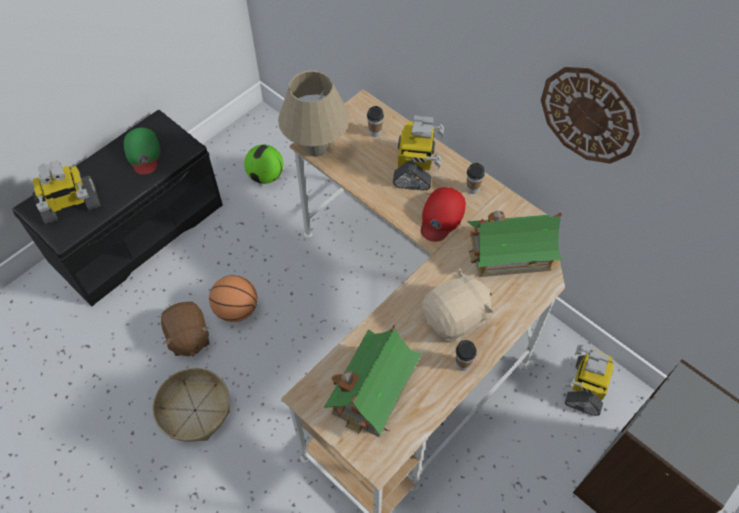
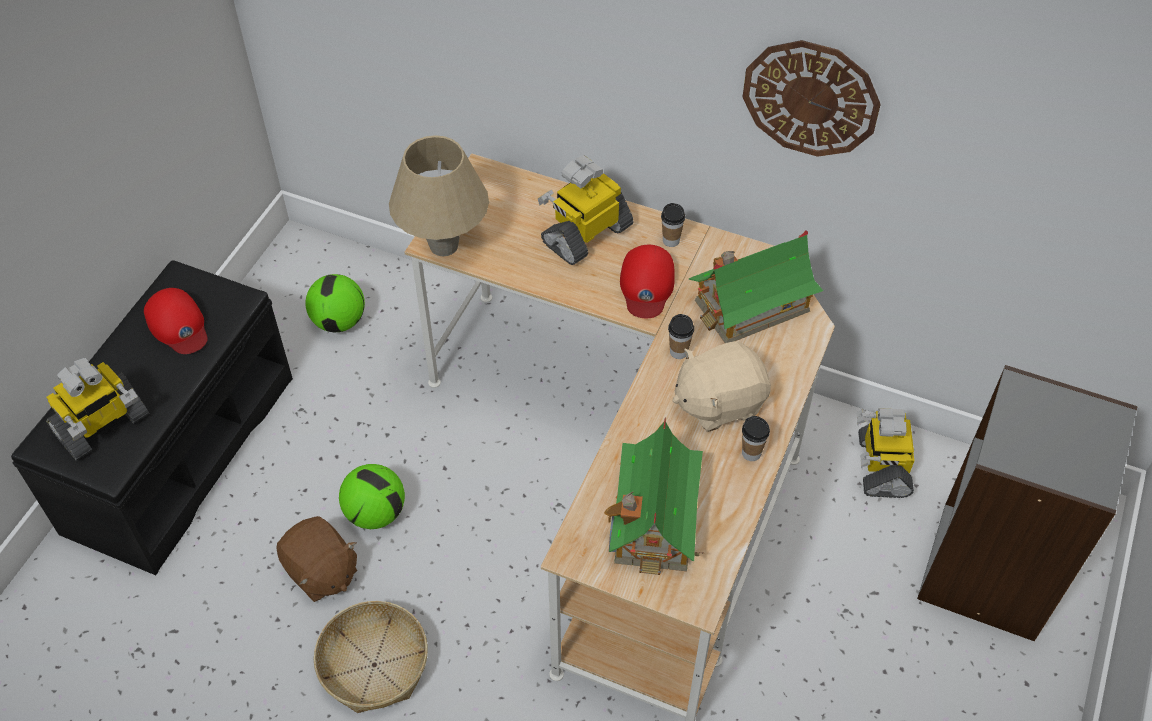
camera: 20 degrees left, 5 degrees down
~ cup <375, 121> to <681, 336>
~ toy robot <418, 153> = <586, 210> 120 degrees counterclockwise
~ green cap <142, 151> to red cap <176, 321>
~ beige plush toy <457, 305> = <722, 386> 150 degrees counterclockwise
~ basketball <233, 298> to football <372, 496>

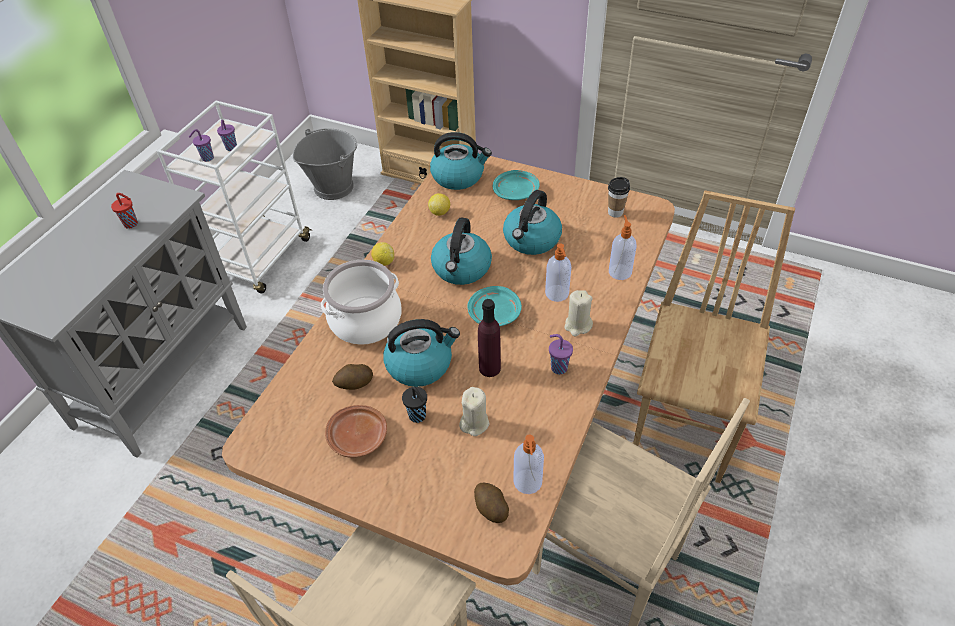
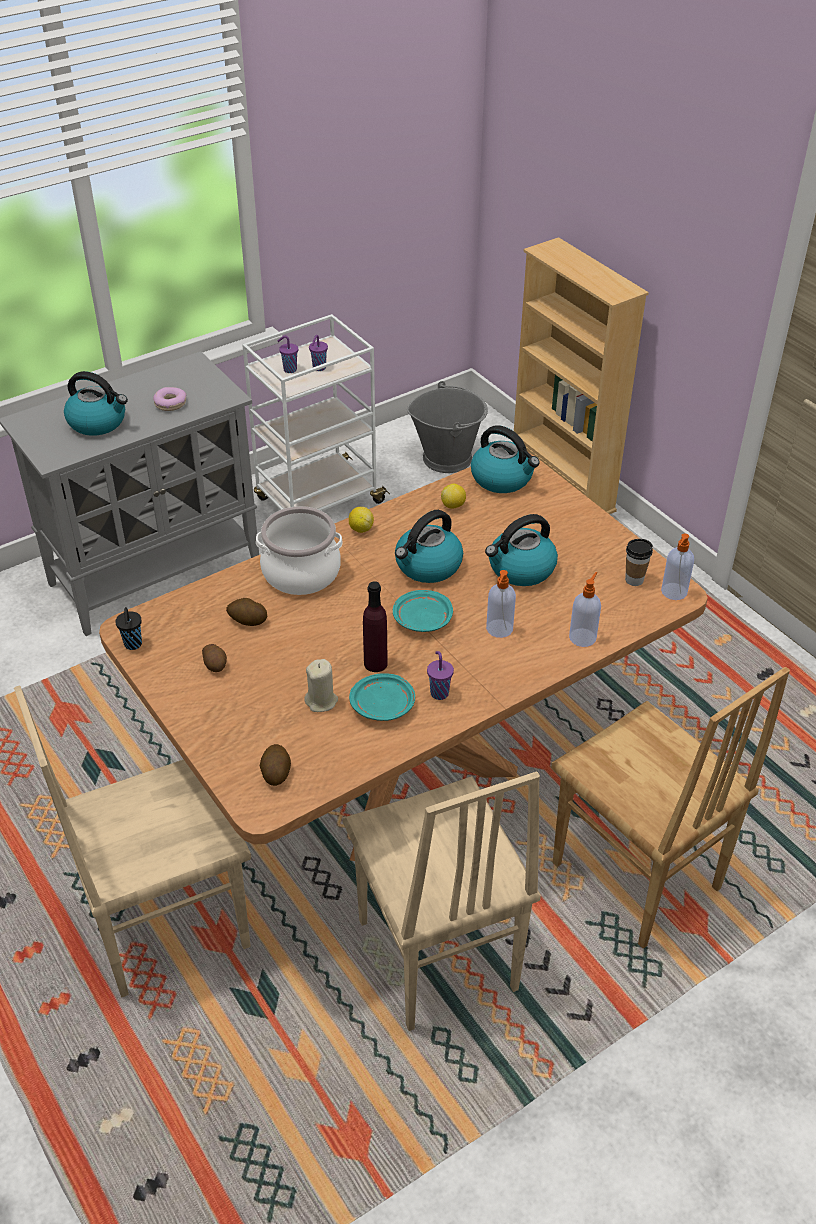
camera: 30 degrees right, 5 degrees down
~ turquoise plate <516, 185> to <382, 697>
~ brown chair <714, 336> = <670, 808> 90 degrees clockwise
~ red cup <124, 211> to donut <169, 399>
- beige candle <578, 313>
~ kettle <421, 353> to <96, 403>
~ black cup <414, 404> to <128, 628>
~ brown plate <356, 431> to potato <214, 658>
~ soap dispenser <528, 464> to <677, 566>

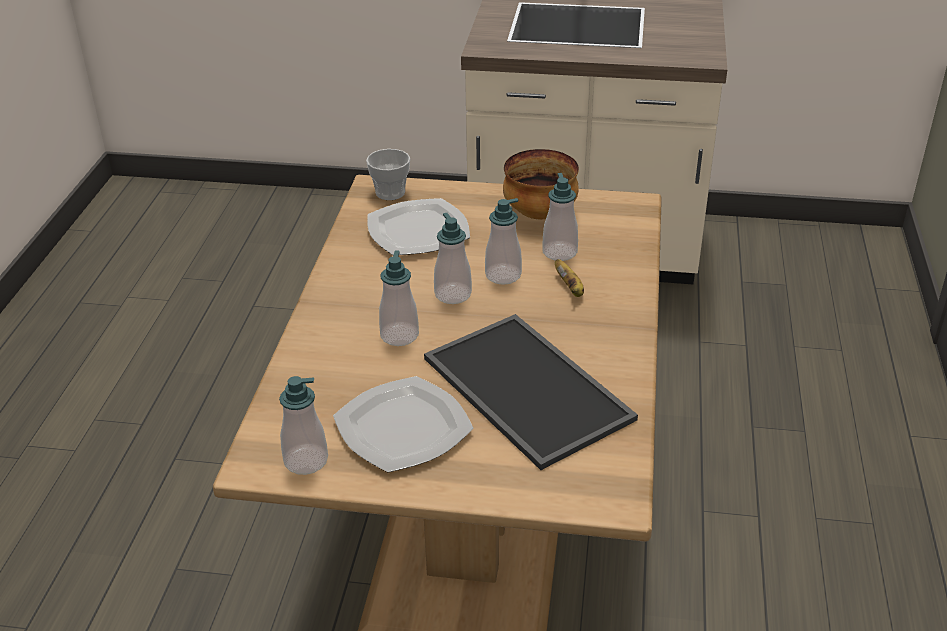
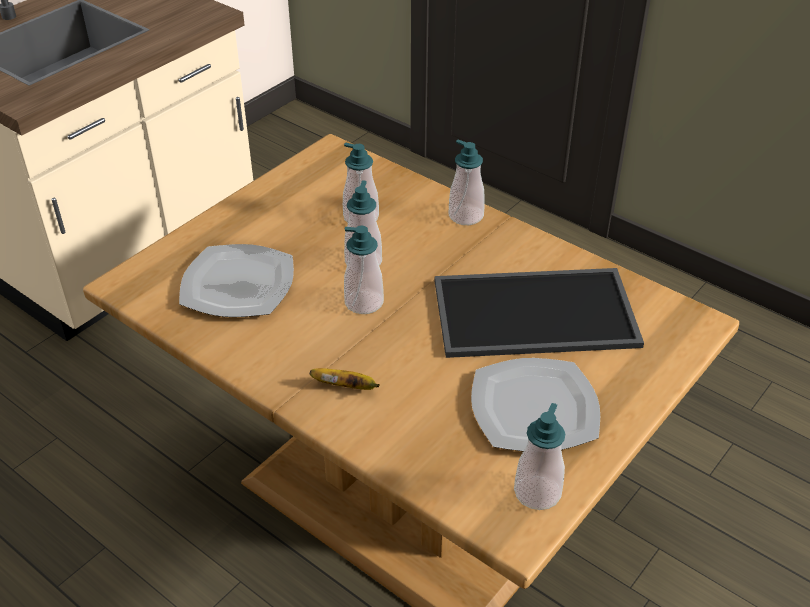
camera: 60 degrees left, 5 degrees up
- cup <388, 174>
- bowl <541, 184>
~ soap dispenser <399, 298> to <467, 182>
~ banana <569, 278> to <345, 379>

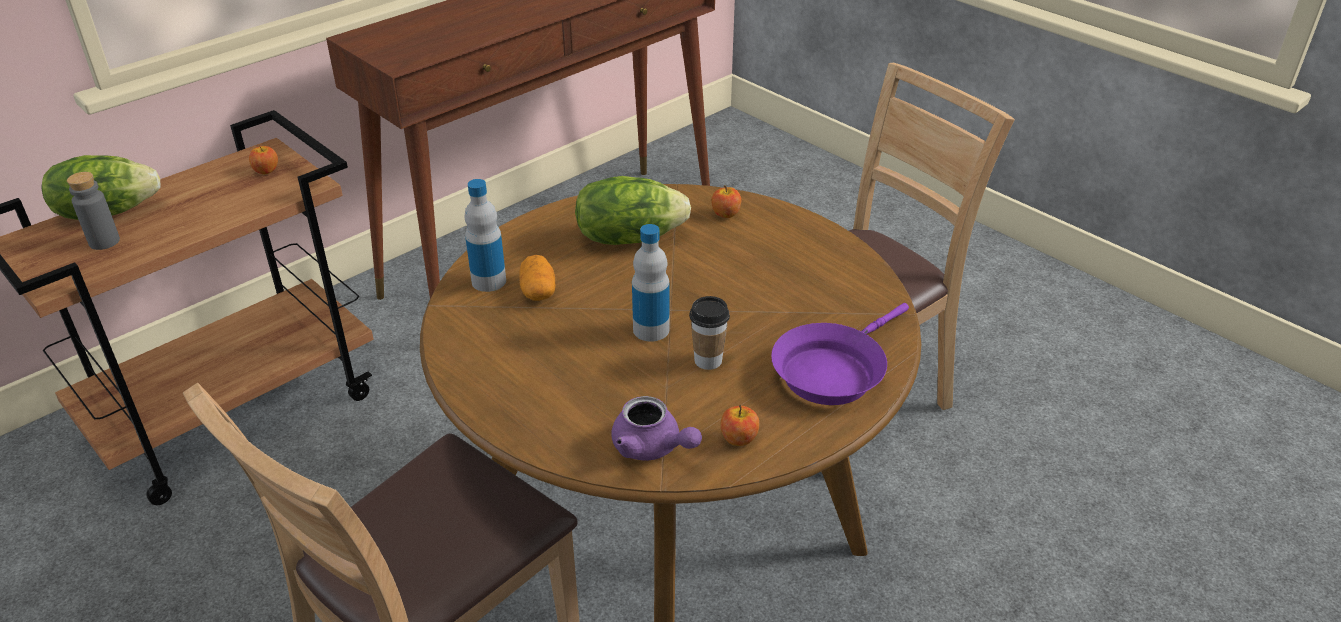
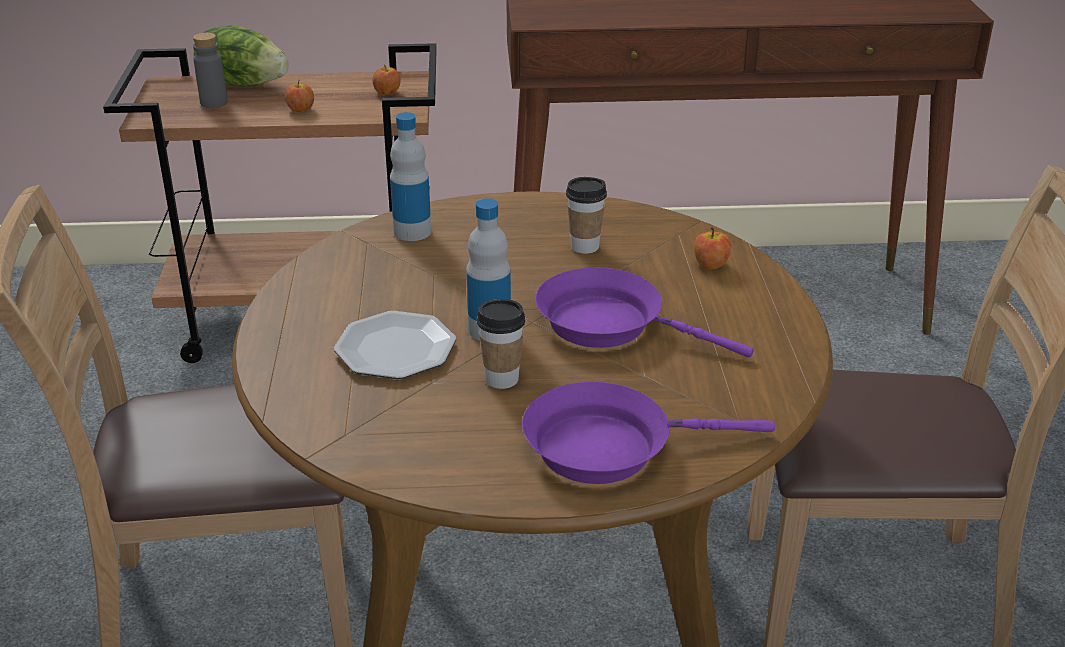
camera: 40 degrees right, 5 degrees down
~ lettuce <633, 210> to cup <586, 215>
- potato <537, 278>
- purple teapot <656, 428>
~ apple <740, 425> to <299, 96>
+ purple frying pan <644, 312>
+ plate <395, 345>

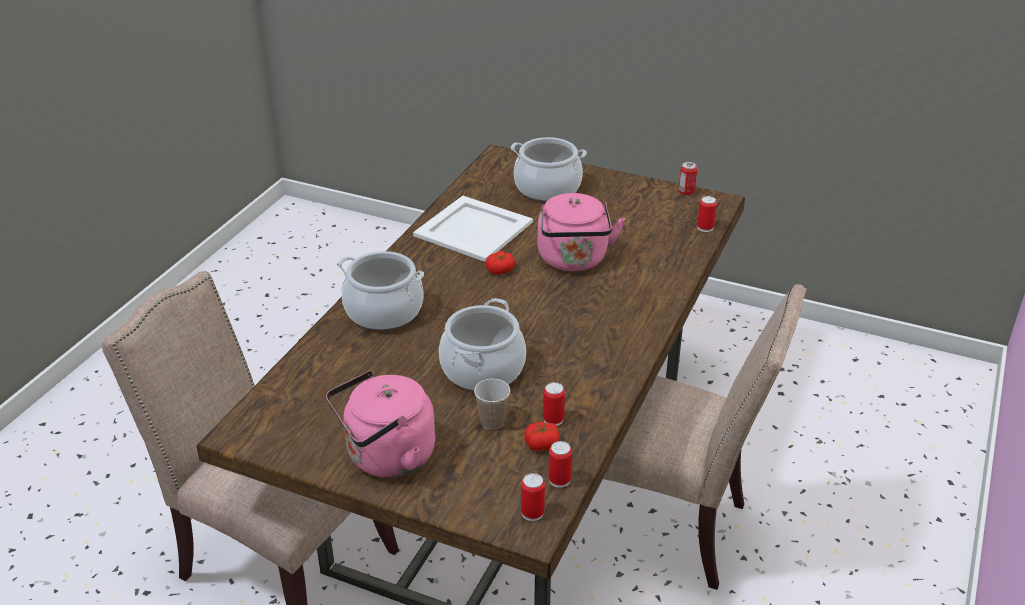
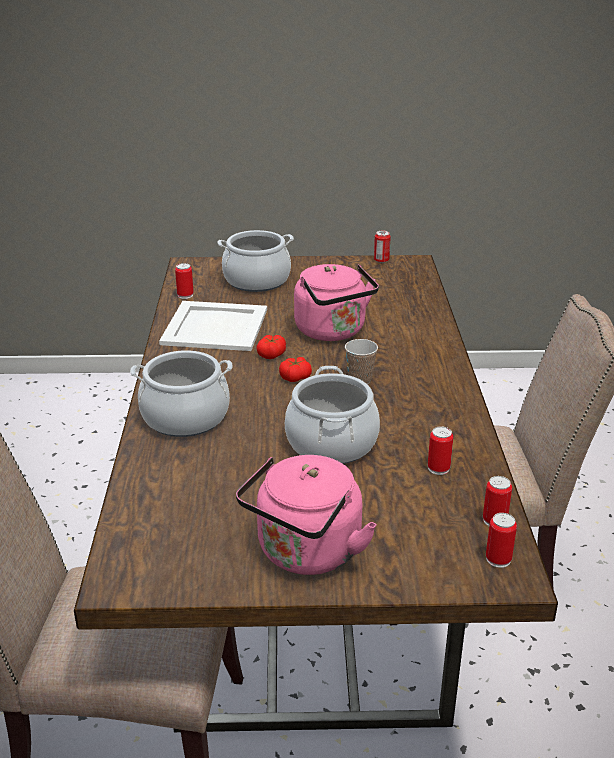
camera: 25 degrees left, 5 degrees down
~ can <707, 214> to <184, 281>
~ cup <492, 404> to <361, 361>
~ tomato <542, 436> to <295, 369>

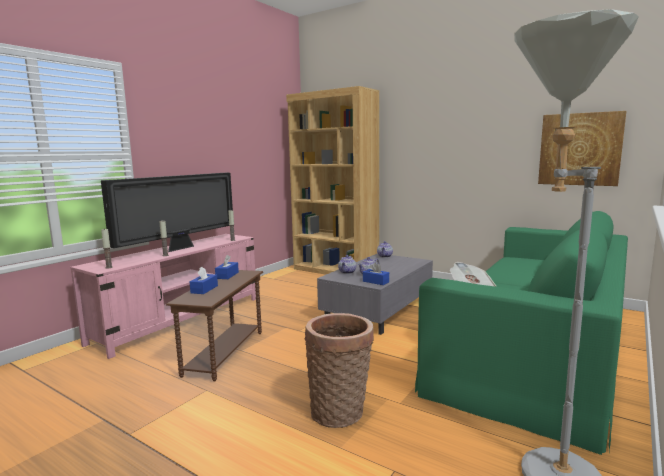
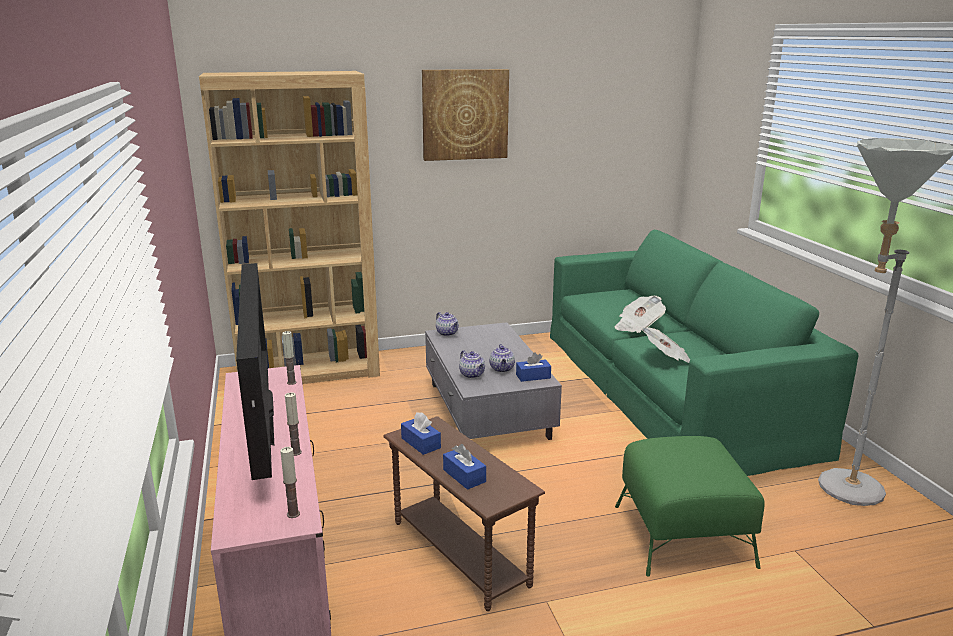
camera: 50 degrees left, 10 degrees up
~ picture <582, 148> to <465, 115>
~ basket <339, 370> to green ottoman <690, 506>
+ newspaper <640, 314>

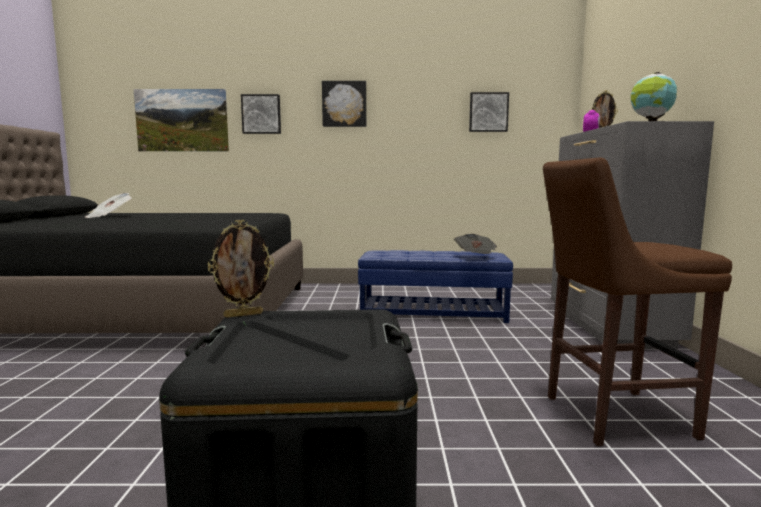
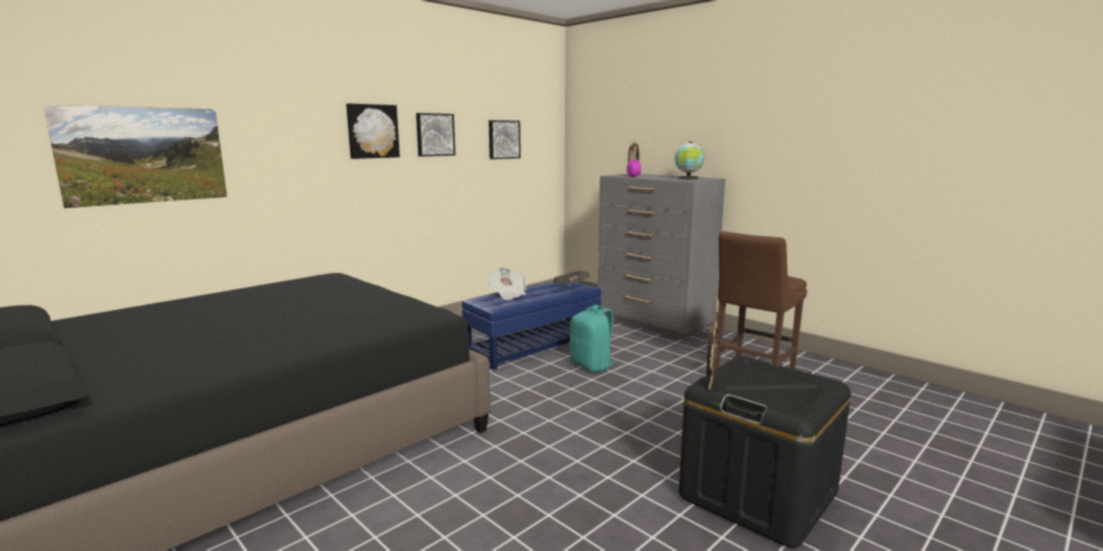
camera: 45 degrees left, 5 degrees up
~ picture <261, 114> to <435, 134>
~ newspaper <108, 205> to <507, 284>
+ turquoise backpack <593, 338>

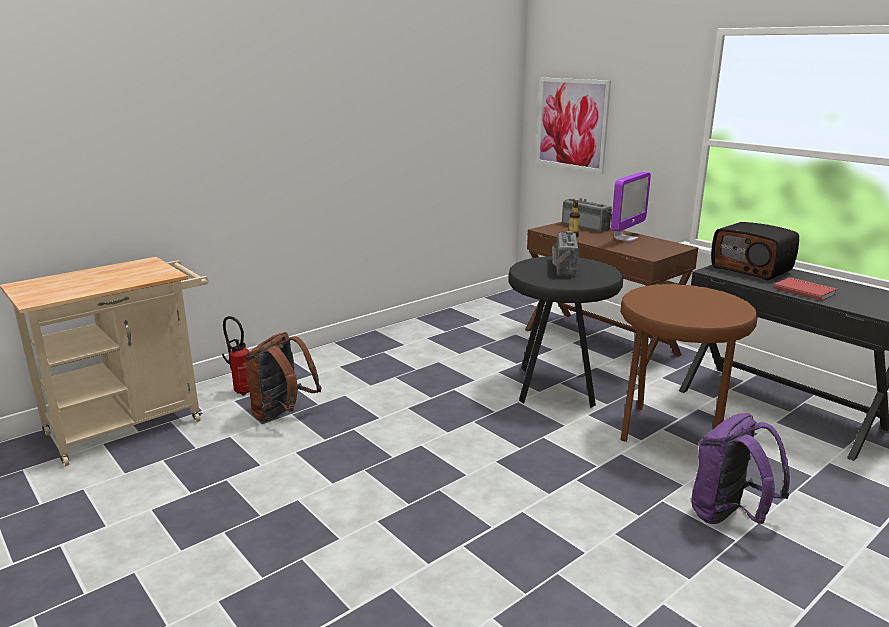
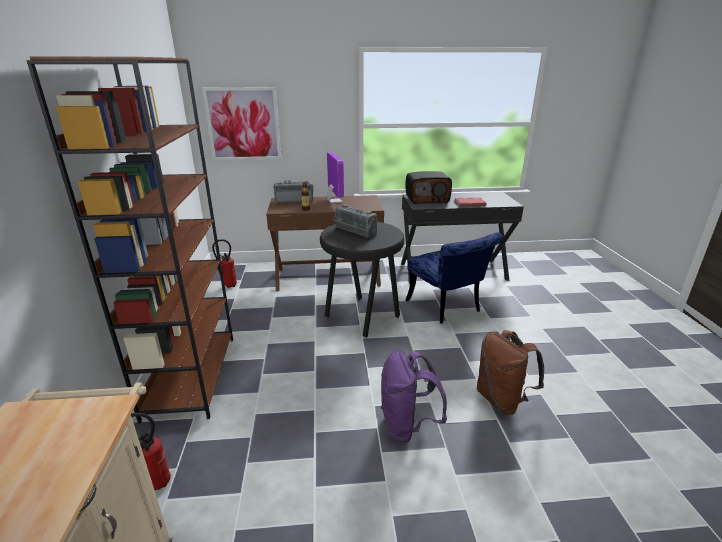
camera: 55 degrees left, 5 degrees up
~ brown stool <689, 363> to blue chair <454, 278>
~ brown backpack <284, 377> to <510, 372>
~ purple backpack <741, 468> to <414, 396>
+ brown bookcase <130, 240>
+ fire extinguisher <224, 263>

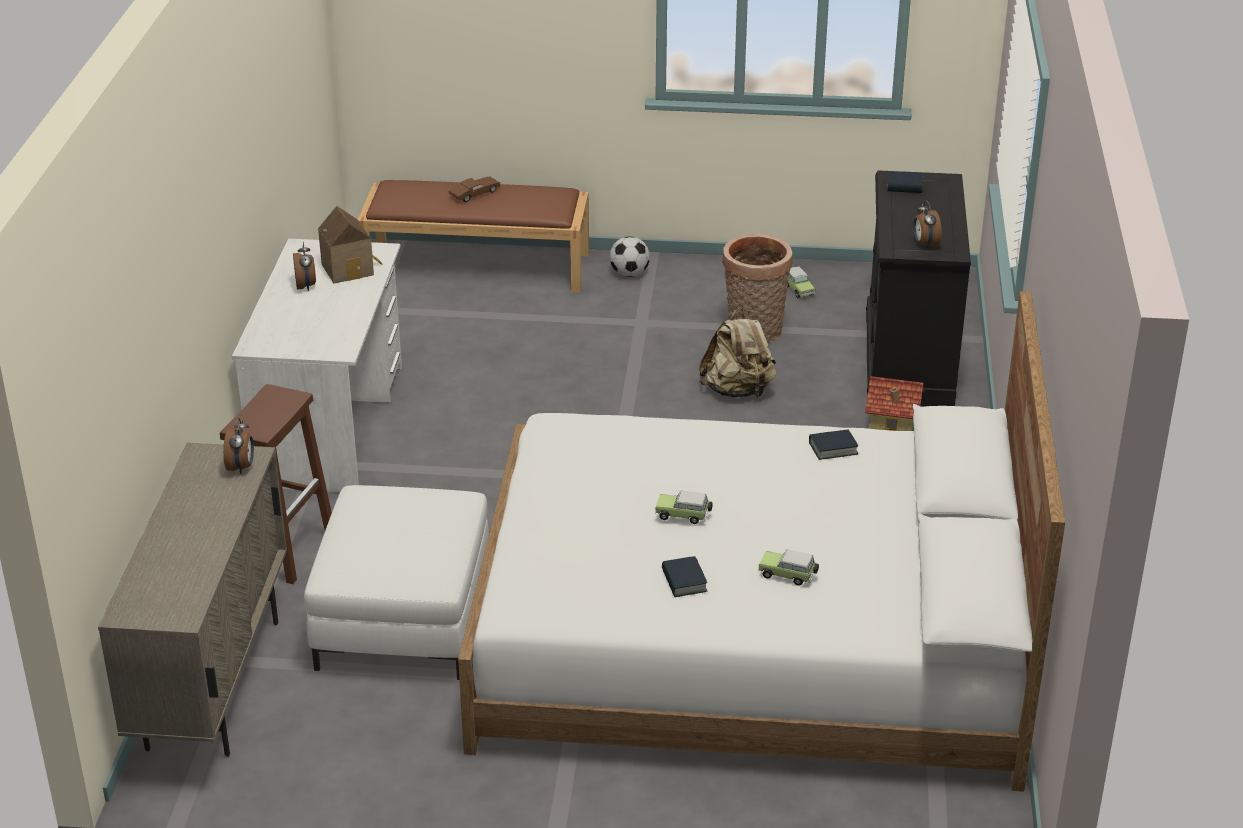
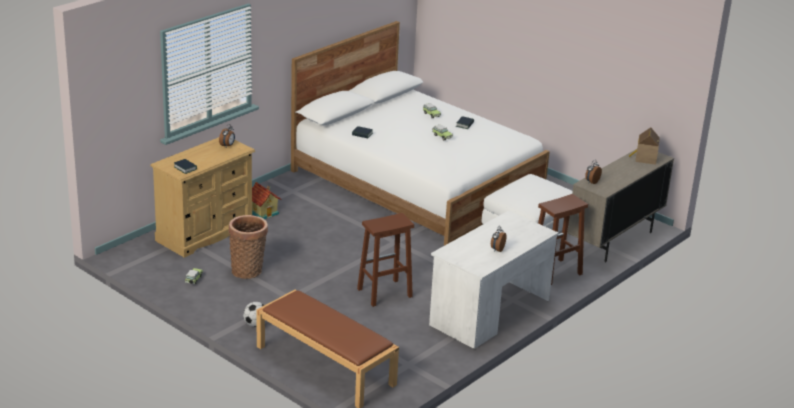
camera: 145 degrees left, 5 degrees down
~ black dresser <918, 288> to beige dresser <202, 197>
- brown toy car <474, 189>
~ toy house <350, 244> to <644, 146>
- beige backpack <738, 353>
+ brown stool <385, 260>

